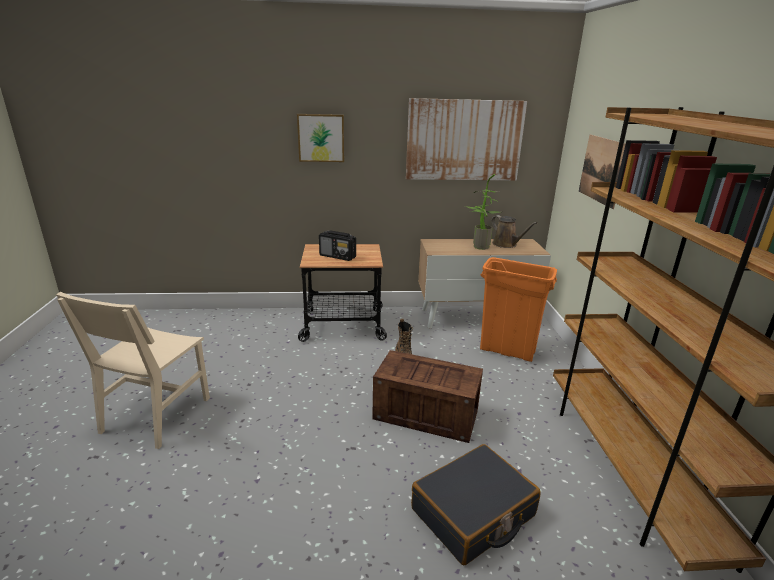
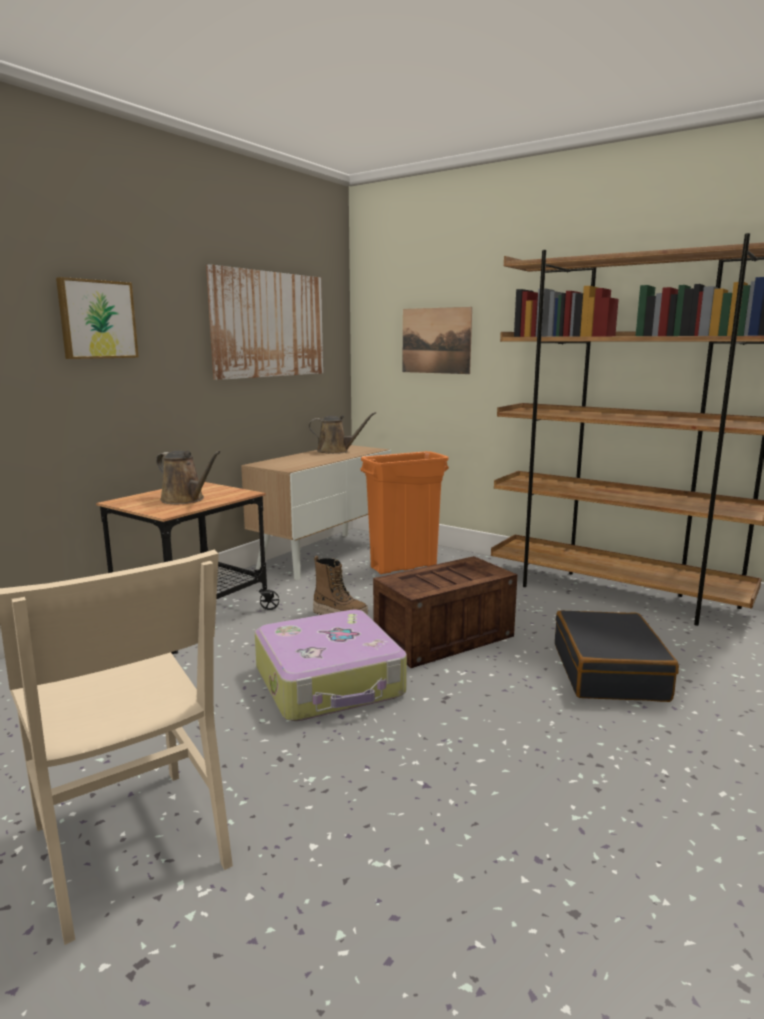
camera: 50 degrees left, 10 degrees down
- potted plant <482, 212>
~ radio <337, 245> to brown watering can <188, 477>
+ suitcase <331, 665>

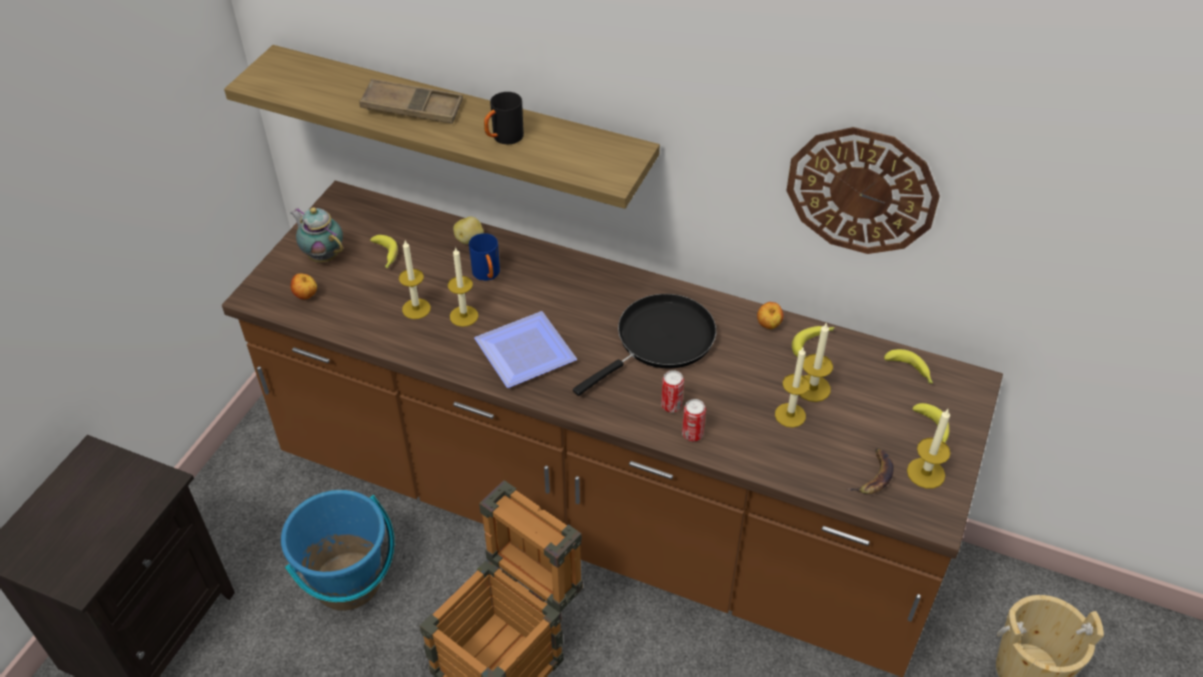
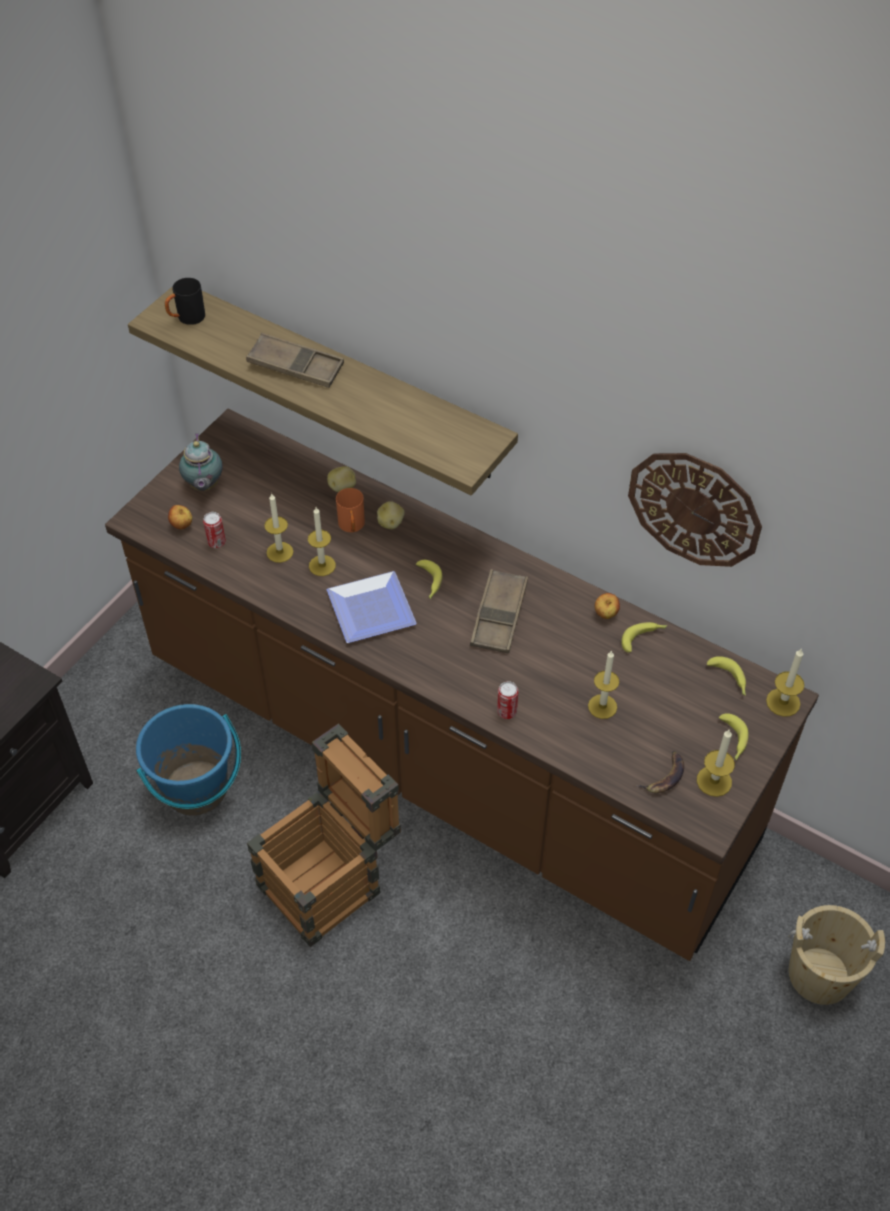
camera: 10 degrees right, 5 degrees up
~ black mug <504, 118> to <185, 301>
~ teapot <317, 234> = <201, 462> 150 degrees counterclockwise
~ blue mug <484, 257> to orange mug <350, 510>
~ banana <384, 251> to <429, 579>
~ black frying pan <644, 345> to brown tray <499, 611>
~ candle <816, 362> to <785, 682>
~ can <672, 391> to <214, 530>
+ potato <391, 515>

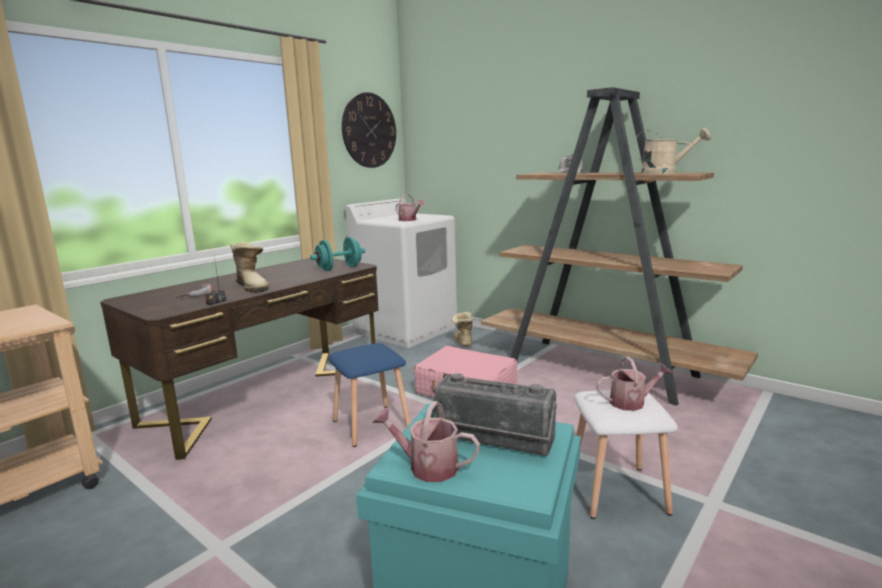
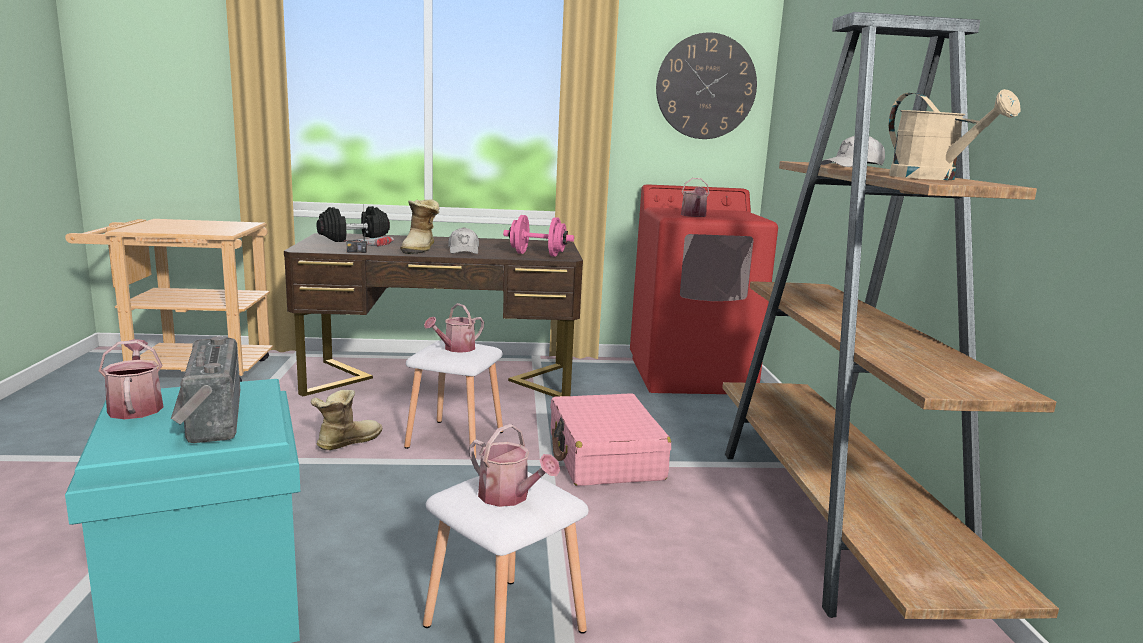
camera: 45 degrees right, 0 degrees up
~ white washing machine <401, 273> to red washing machine <704, 289>
~ turquoise dumbbell <337, 254> to pink dumbbell <538, 236>
~ boot <462, 329> to <346, 420>
~ blue stool <369, 395> to white stool <453, 399>
+ black dumbbell <353, 224>
+ white cap <463, 240>
+ watering can <454, 328>

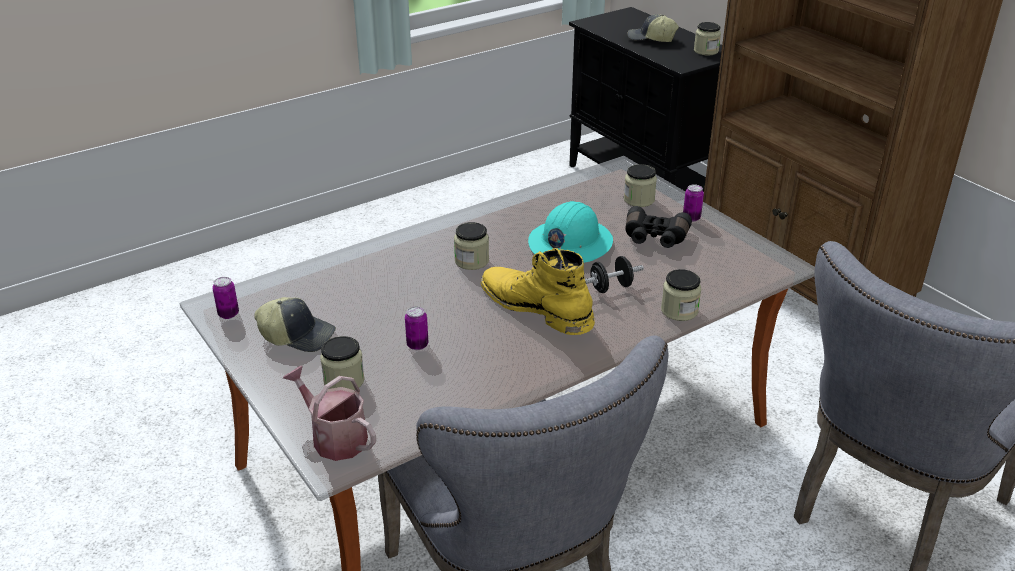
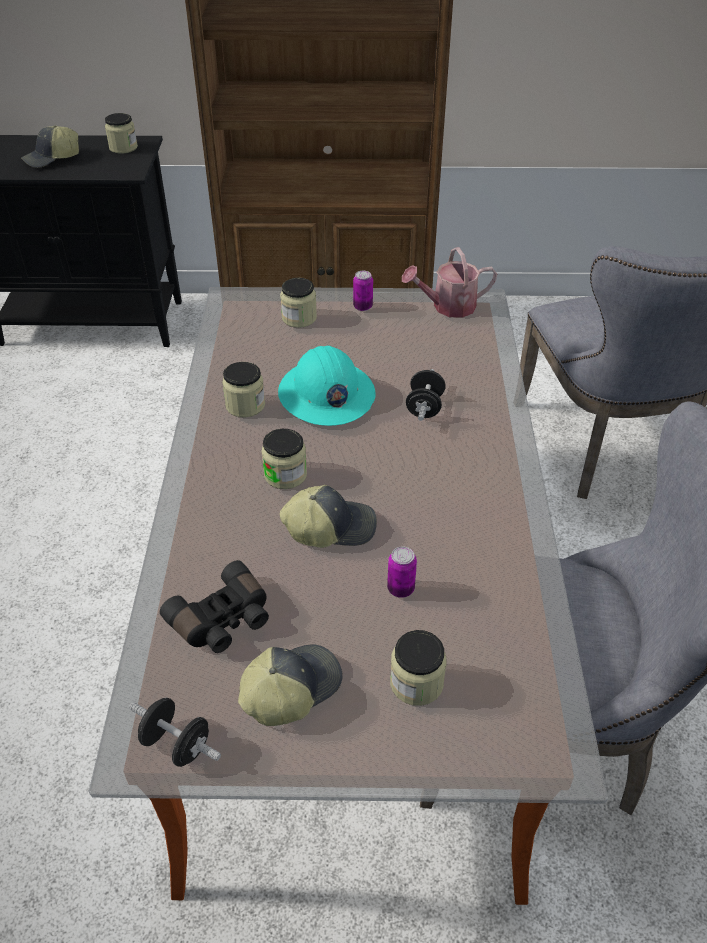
camera: 55 degrees left, 10 degrees up
~ black binoculars <658, 227> to <214, 606>
- yellow boot <538, 291>
~ jar <681, 295> to <243, 390>
~ can <225, 298> to black dumbbell <175, 732>
~ watering can <329, 413> to <449, 282>
+ cap <328, 516>

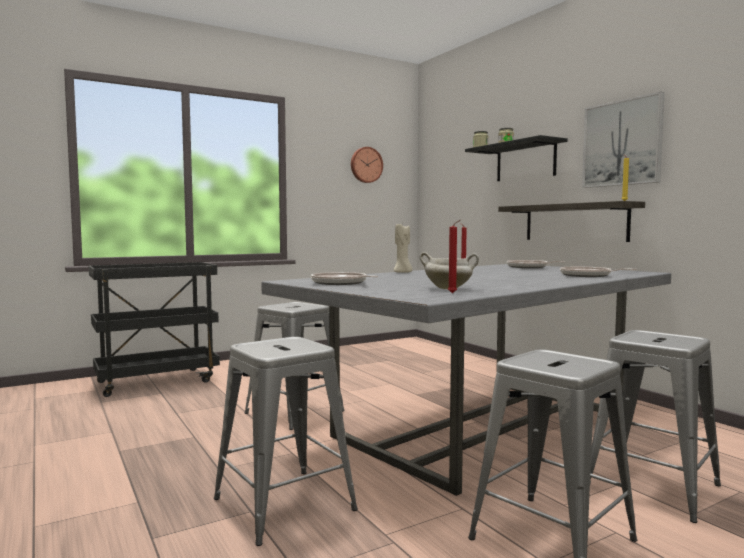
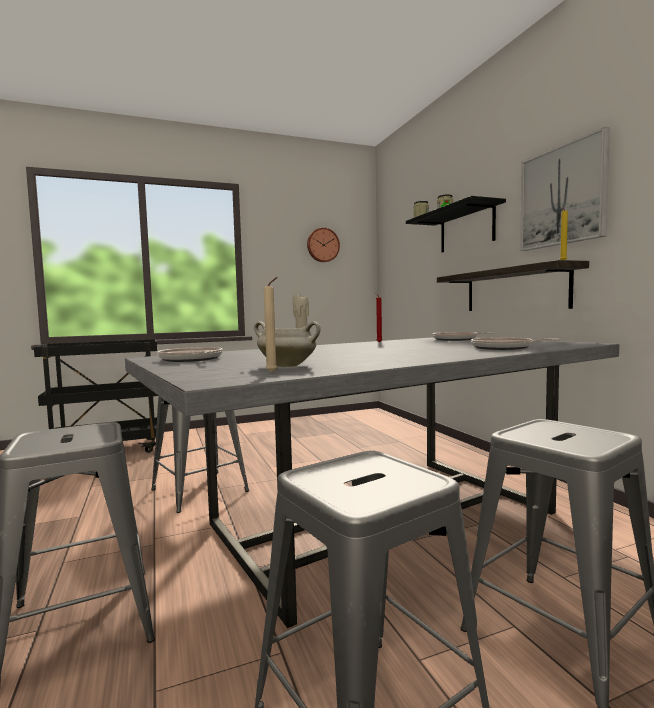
camera: 10 degrees right, 0 degrees up
~ red candle <454, 256> to beige candle <270, 325>

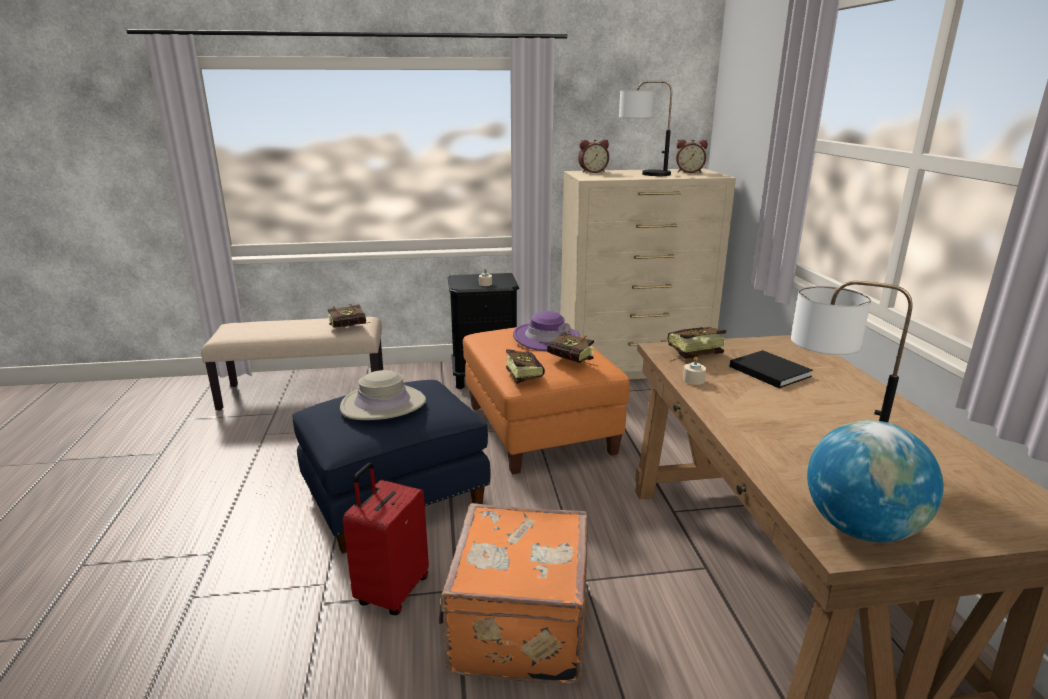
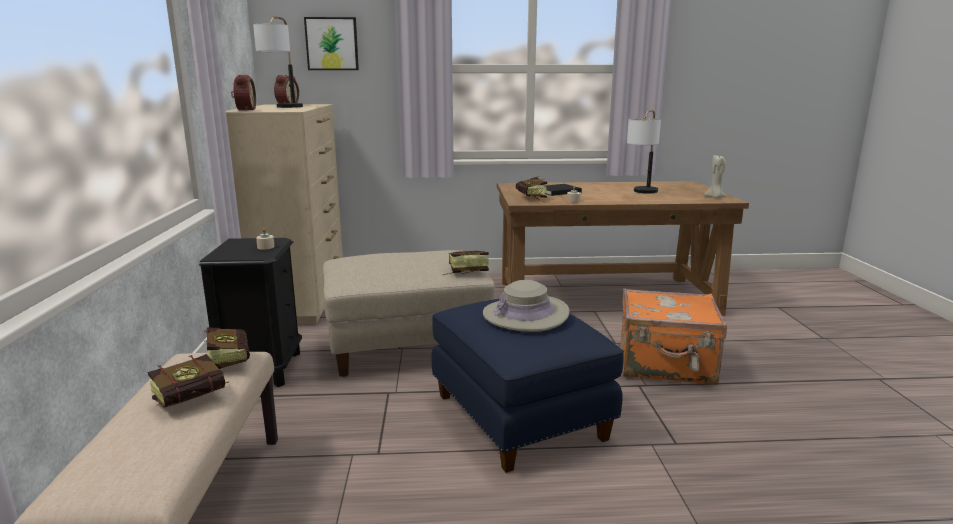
camera: 85 degrees left, 5 degrees down
- purple hat <546, 331>
~ orange ottoman <546, 401> to beige ottoman <409, 313>
~ book <573, 349> to <189, 381>
~ globe <875, 481> to beige candle <715, 176>
- red suitcase <386, 539>
+ picture <331, 43>

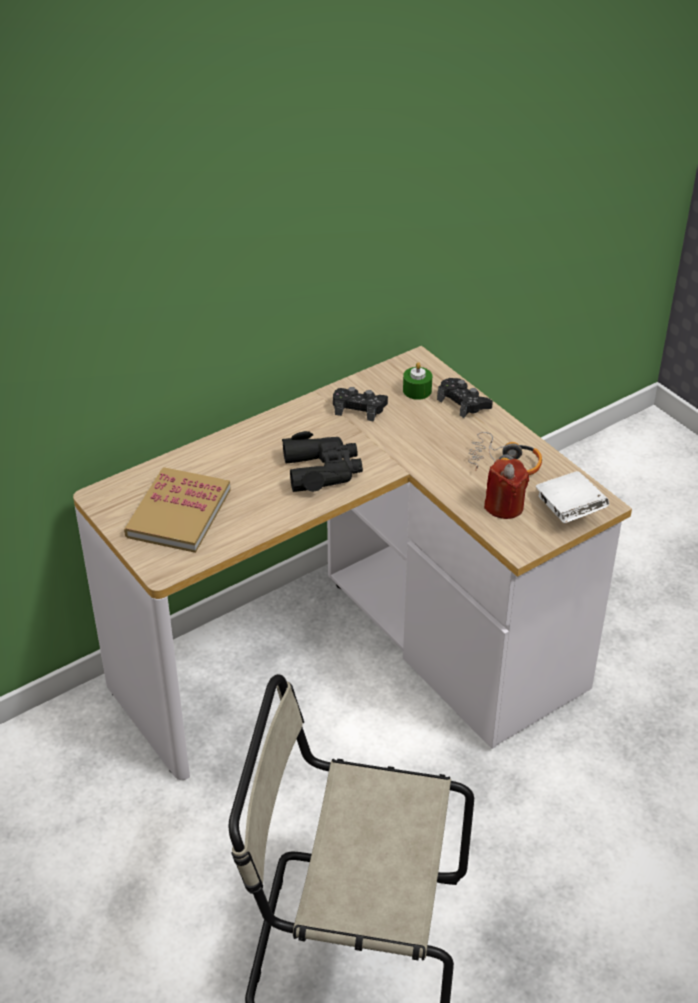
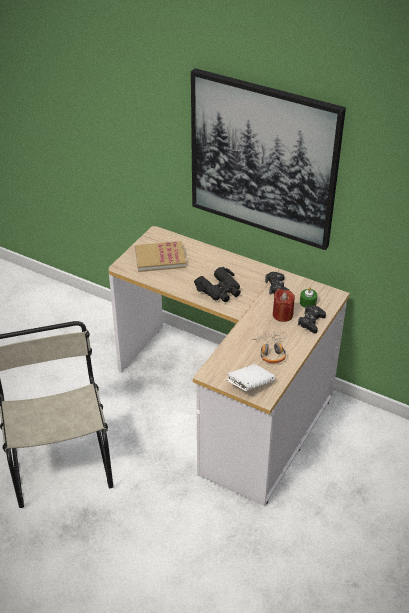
camera: 65 degrees right, 0 degrees up
~ red candle <506, 489> to <284, 305>
+ picture <268, 159>

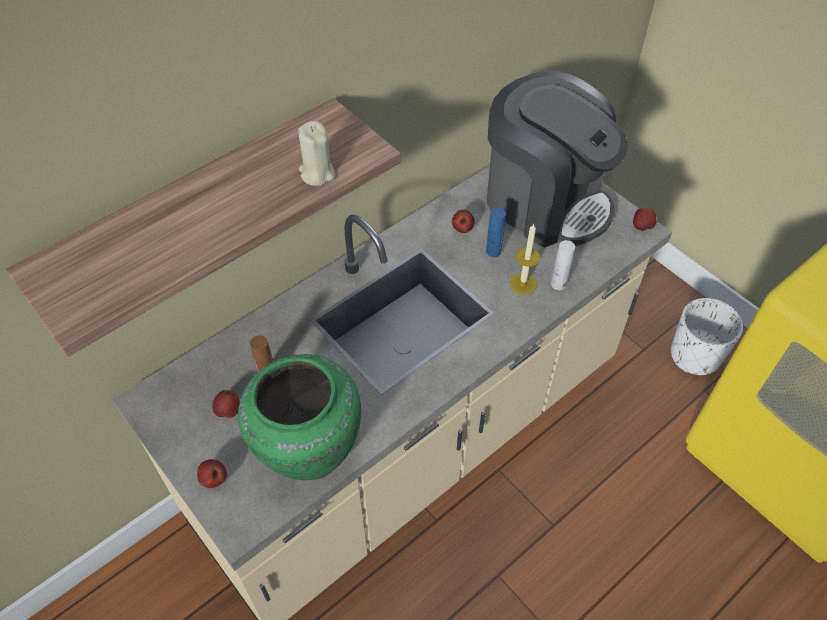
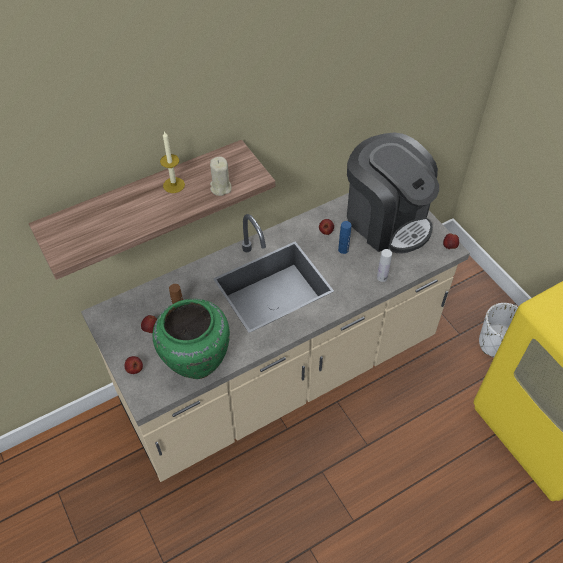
camera: 10 degrees right, 0 degrees up
~ candle <524, 259> to <172, 162>

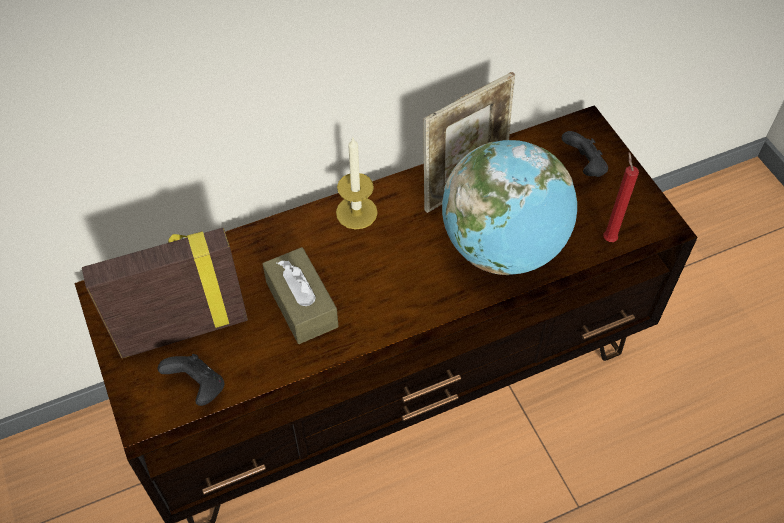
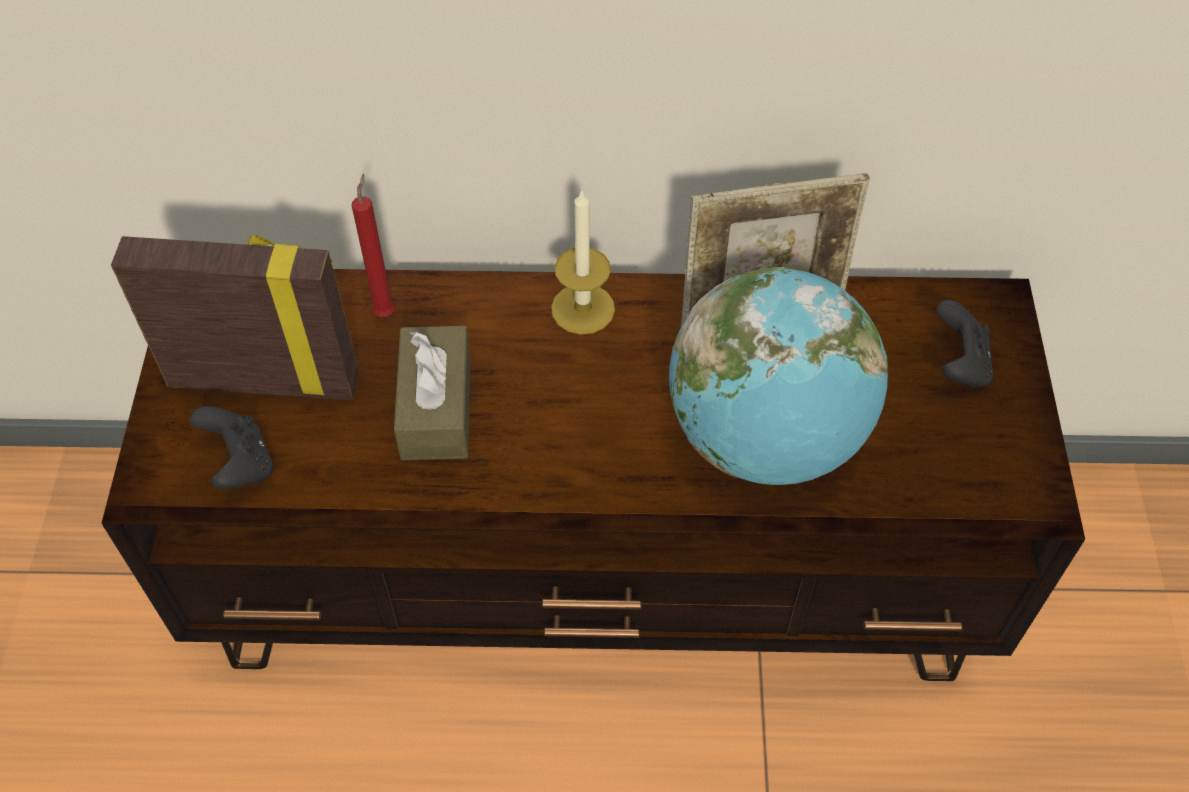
camera: 25 degrees right, 0 degrees up
~ red candle <621, 197> to <373, 245>

